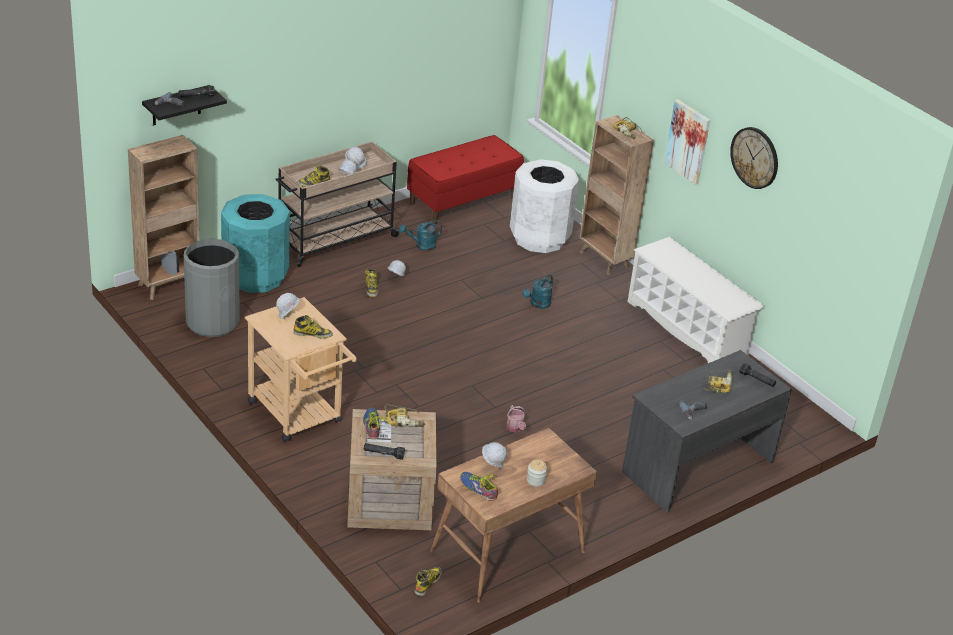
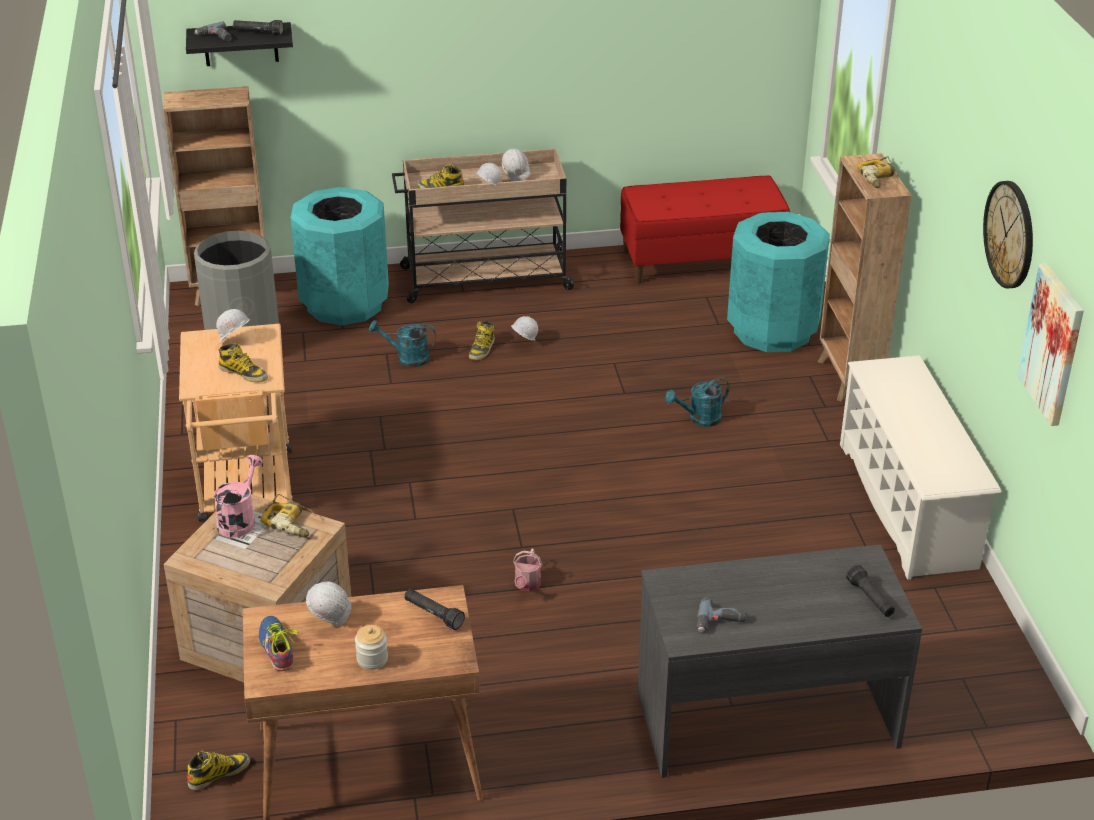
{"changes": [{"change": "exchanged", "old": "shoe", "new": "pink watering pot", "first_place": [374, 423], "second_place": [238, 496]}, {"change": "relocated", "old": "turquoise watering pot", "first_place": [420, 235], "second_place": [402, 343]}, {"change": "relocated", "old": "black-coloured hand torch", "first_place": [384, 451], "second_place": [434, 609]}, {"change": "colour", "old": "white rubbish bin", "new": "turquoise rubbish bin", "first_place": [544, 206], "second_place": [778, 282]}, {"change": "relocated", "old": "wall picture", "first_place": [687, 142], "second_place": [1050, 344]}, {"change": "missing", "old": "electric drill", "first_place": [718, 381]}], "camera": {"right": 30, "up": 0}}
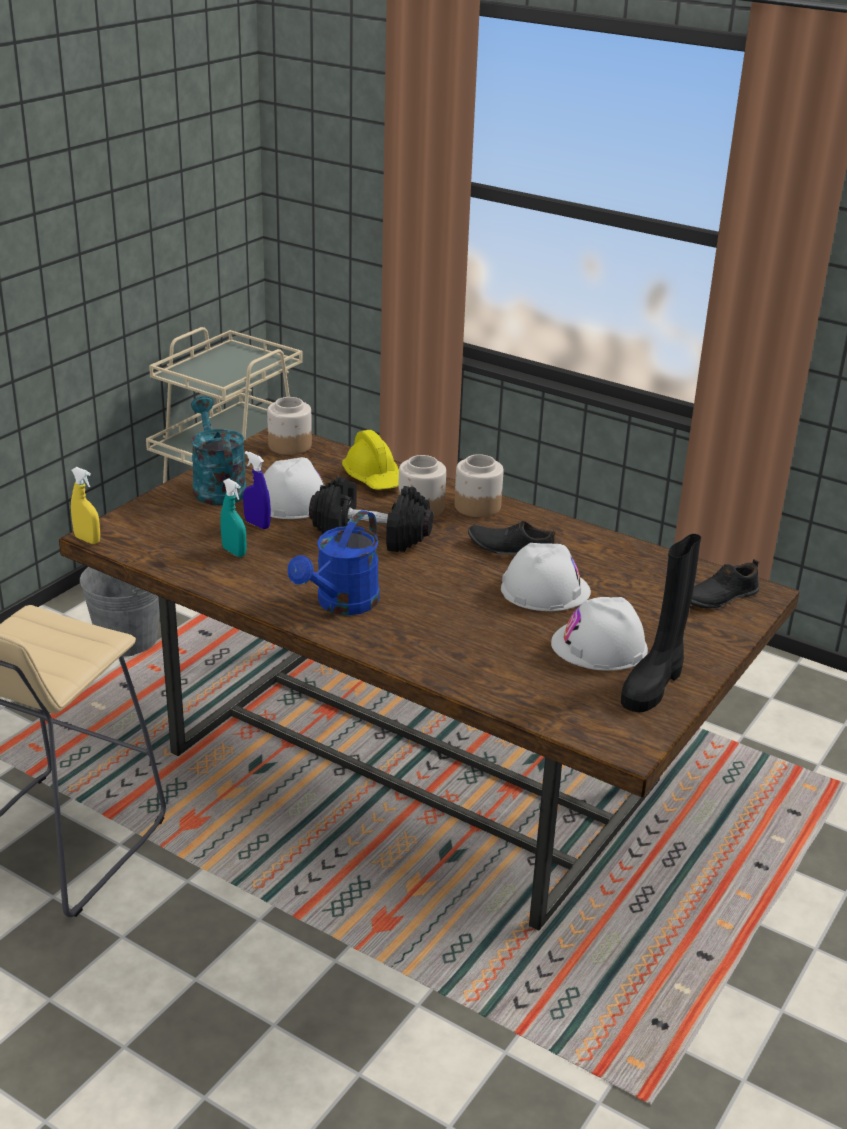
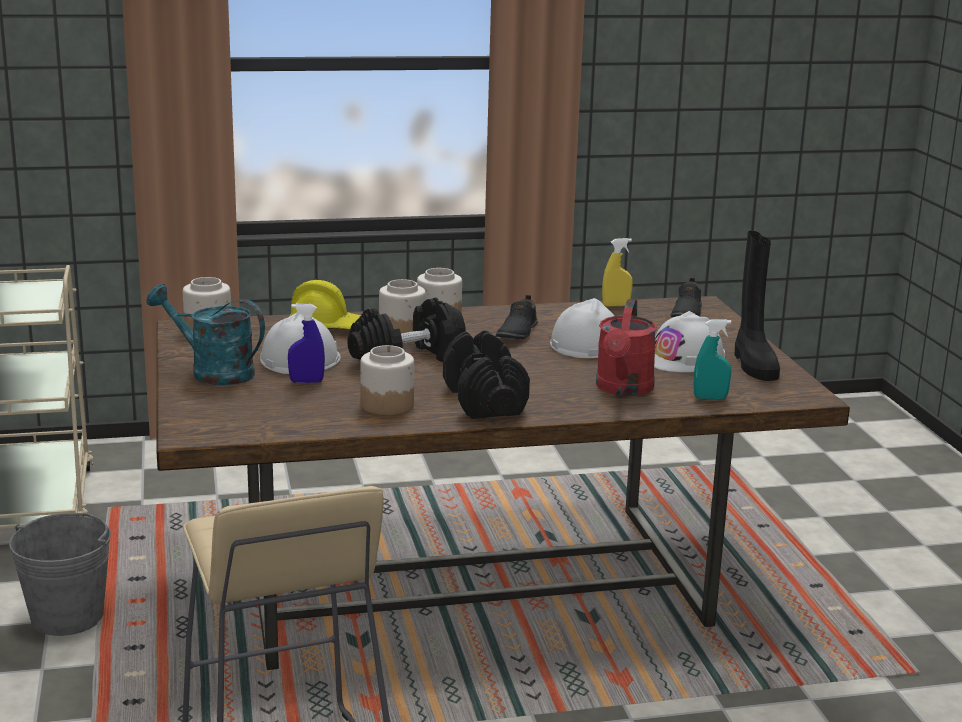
{"changes": [{"change": "appeared", "new": "jar", "second_place": [387, 380]}, {"change": "exchanged", "old": "blue watering pot", "new": "black-coloured hand weight", "first_place": [334, 562], "second_place": [486, 374]}, {"change": "spun", "old": "black-coloured shoe", "first_place": [512, 537], "second_place": [517, 317], "degrees": -45}, {"change": "appeared", "new": "red-coloured watering pot", "second_place": [626, 347]}, {"change": "relocated", "old": "yellow-coloured sprayer", "first_place": [85, 505], "second_place": [617, 272]}, {"change": "relocated", "old": "turquoise sprayer", "first_place": [233, 517], "second_place": [712, 359]}], "camera": {"right": -45, "up": -10}}
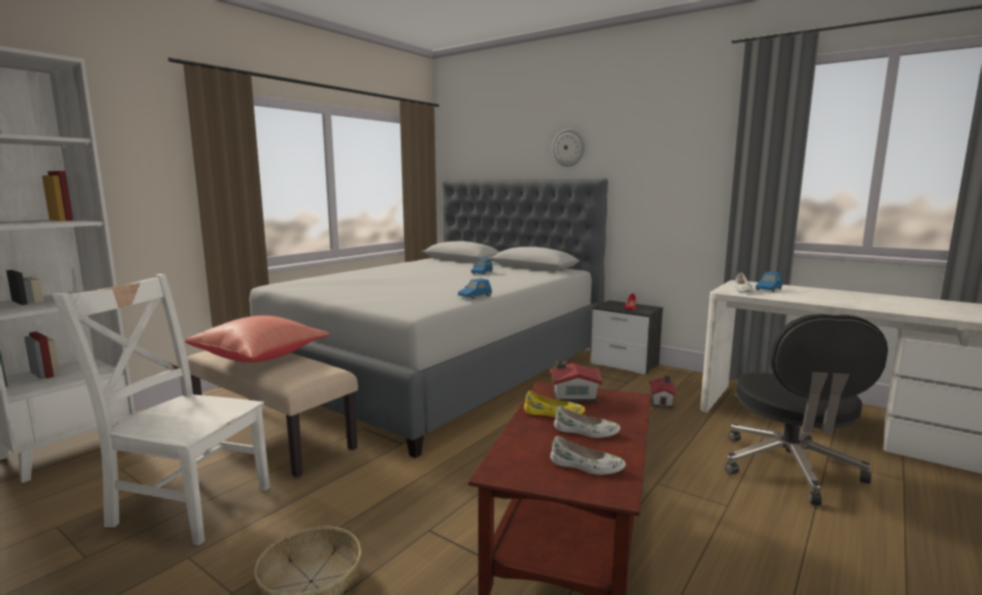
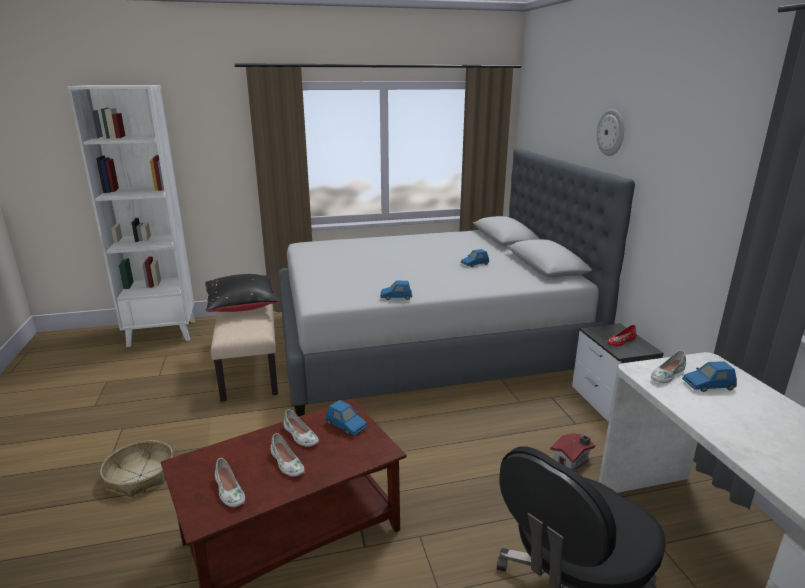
{"changes": [{"change": "colour", "old": "red-coloured pillow", "new": "black-coloured pillow", "first_place": [257, 339], "second_place": [243, 293]}, {"change": "colour", "old": "yellow-coloured shoe", "new": "white shoe", "first_place": [554, 404], "second_place": [301, 428]}, {"change": "exchanged", "old": "toy house", "new": "blue toy car", "first_place": [576, 381], "second_place": [347, 418]}, {"change": "missing", "old": "white upright chair", "first_place": [161, 409]}], "camera": {"right": 40, "up": 10}}
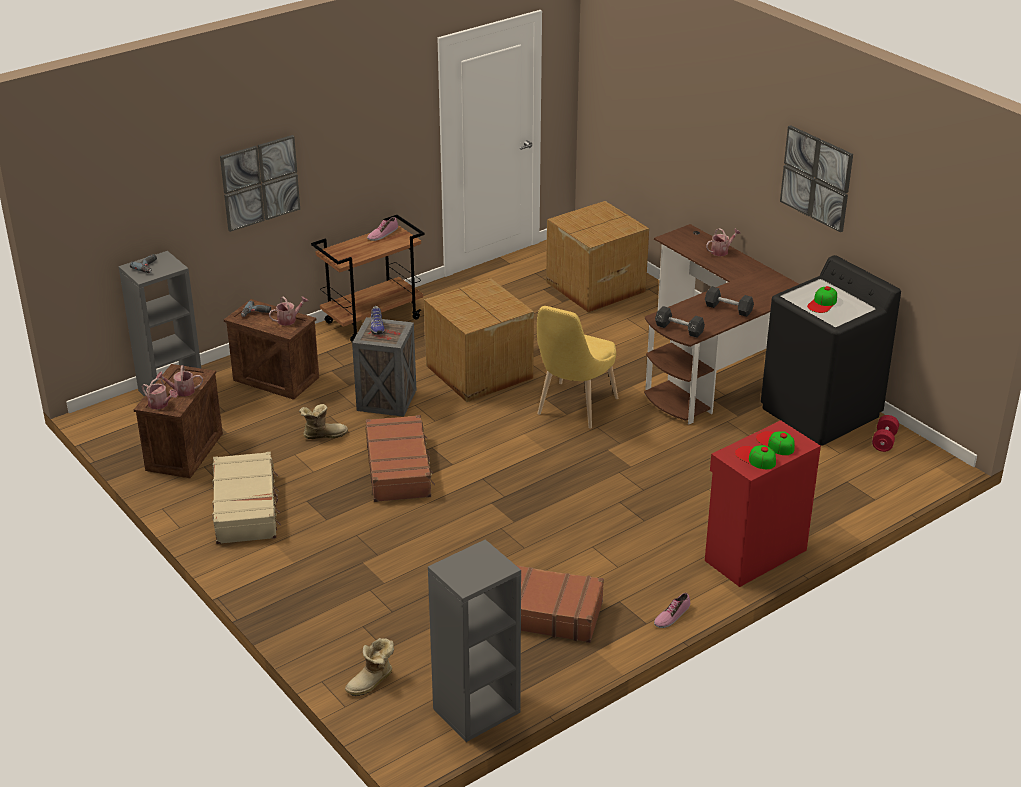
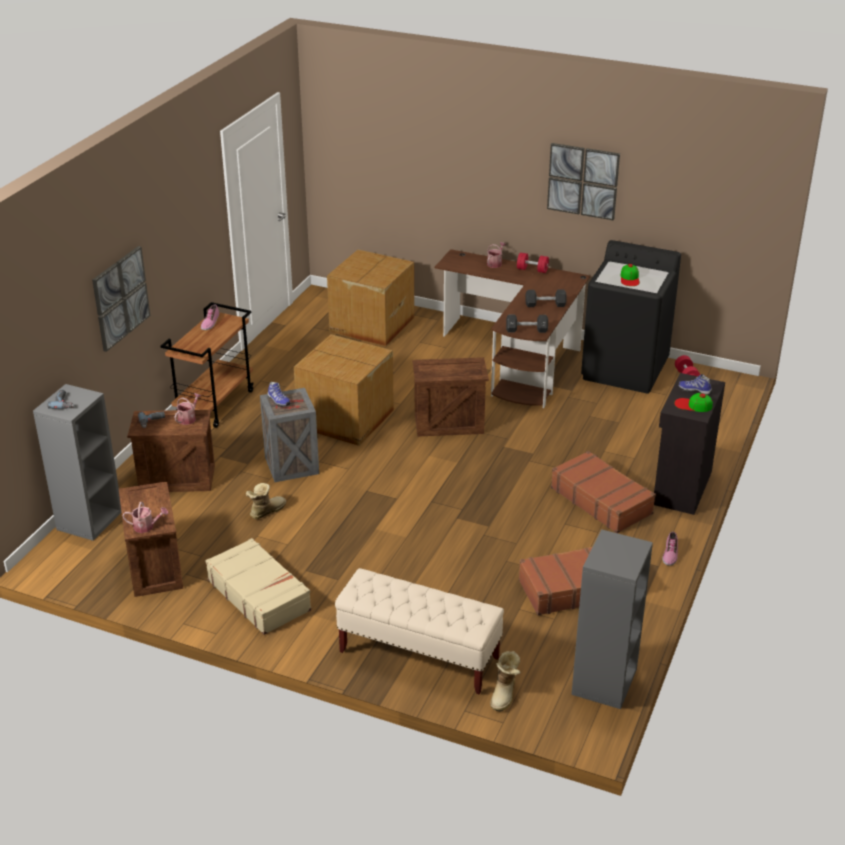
{"changes": [{"change": "appeared", "new": "beige-coloured bench", "second_place": [419, 631]}, {"change": "exchanged", "old": "yellow-coloured upright chair", "new": "shipping crate", "first_place": [577, 367], "second_place": [451, 397]}, {"change": "appeared", "new": "red-coloured hand weight", "second_place": [533, 263]}, {"change": "relocated", "old": "brownish piece of luggage", "first_place": [400, 458], "second_place": [603, 492]}, {"change": "colour", "old": "red-coloured storage cabinet", "new": "black-coloured storage cabinet", "first_place": [763, 503], "second_place": [689, 444]}, {"change": "exchanged", "old": "peaked cap", "new": "shoe", "first_place": [775, 443], "second_place": [695, 384]}, {"change": "missing", "old": "watering pot", "first_place": [179, 381]}], "camera": {"right": -30, "up": 0}}
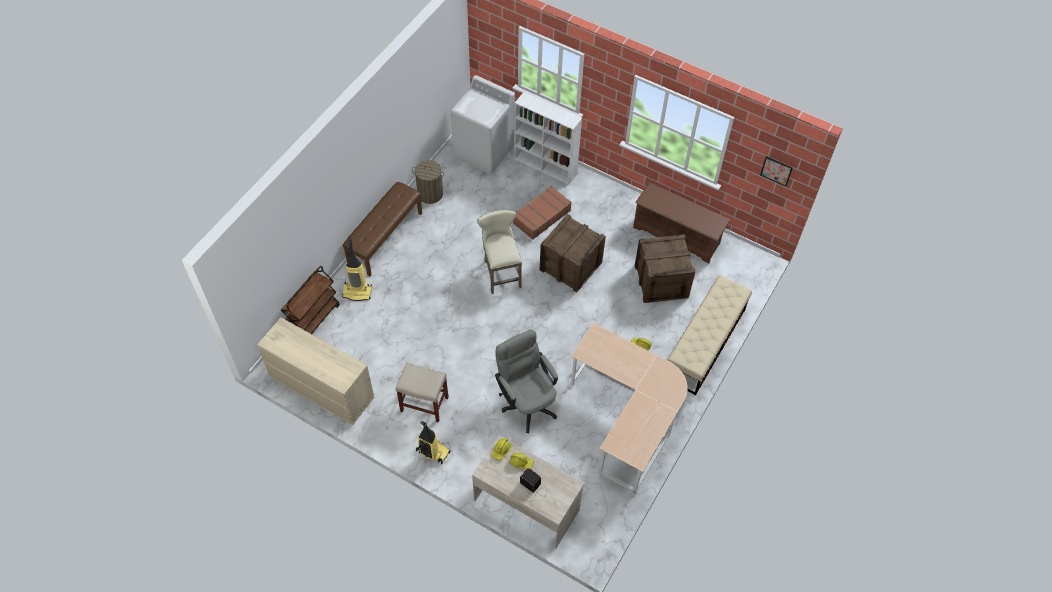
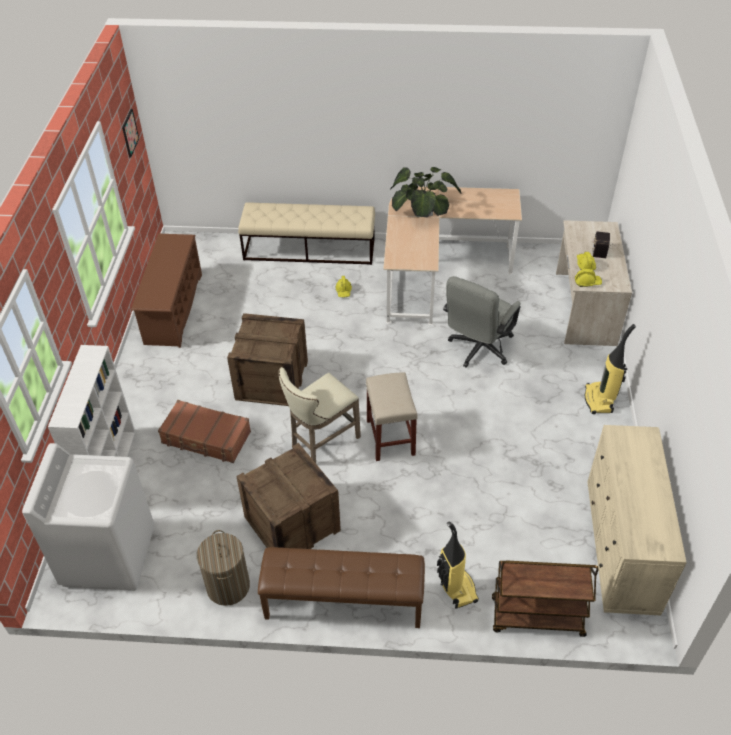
{"changes": [{"change": "relocated", "old": "shipping crate", "first_place": [665, 268], "second_place": [289, 496]}, {"change": "relocated", "old": "beige-coloured stool seat", "first_place": [422, 392], "second_place": [392, 416]}, {"change": "appeared", "new": "houseplant", "second_place": [426, 192]}], "camera": {"right": -115, "up": -10}}
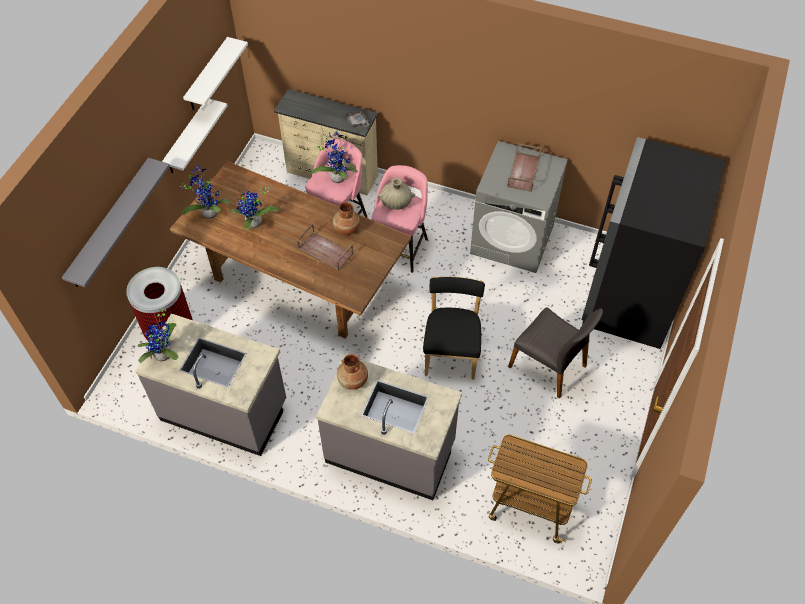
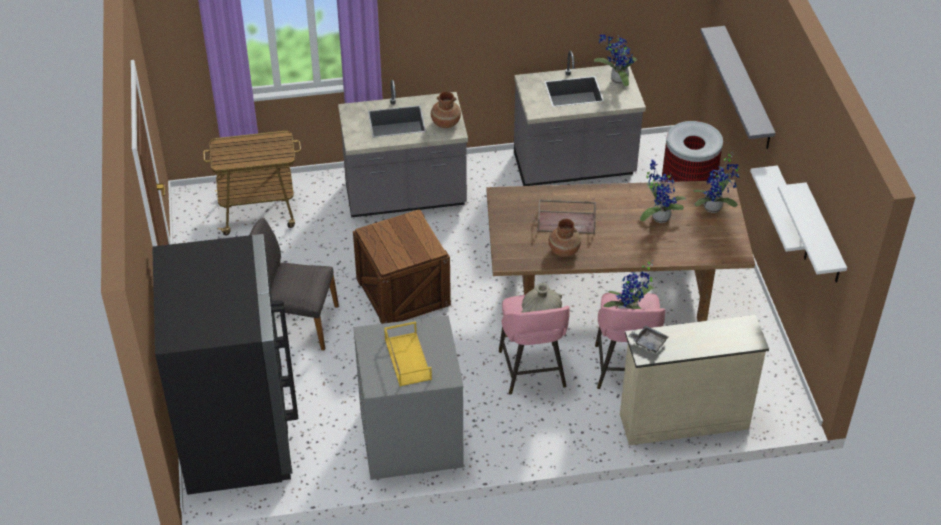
{"changes": [{"change": "exchanged", "old": "black-coloured upright chair", "new": "shipping crate", "first_place": [454, 328], "second_place": [402, 267]}, {"change": "colour", "old": "brownish carrying tray", "new": "yellow-coloured carrying tray", "first_place": [524, 167], "second_place": [408, 354]}], "camera": {"right": 150, "up": -10}}
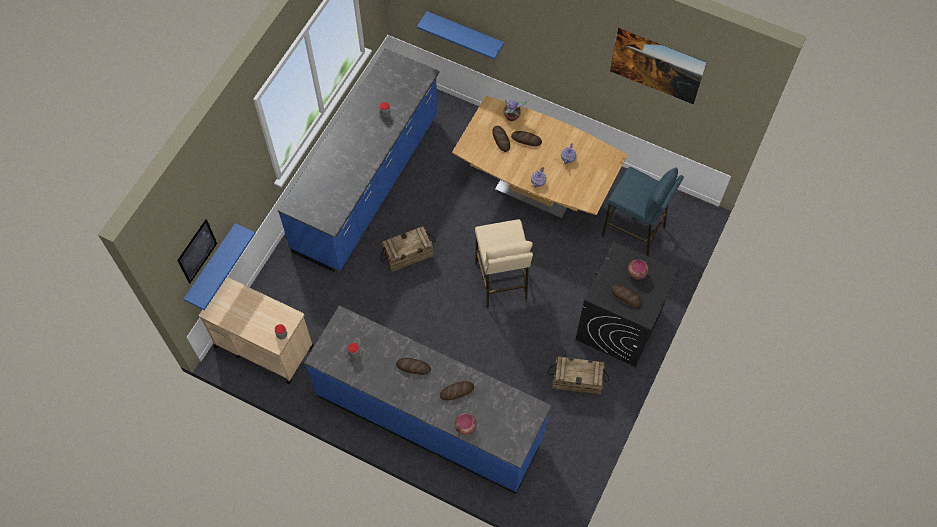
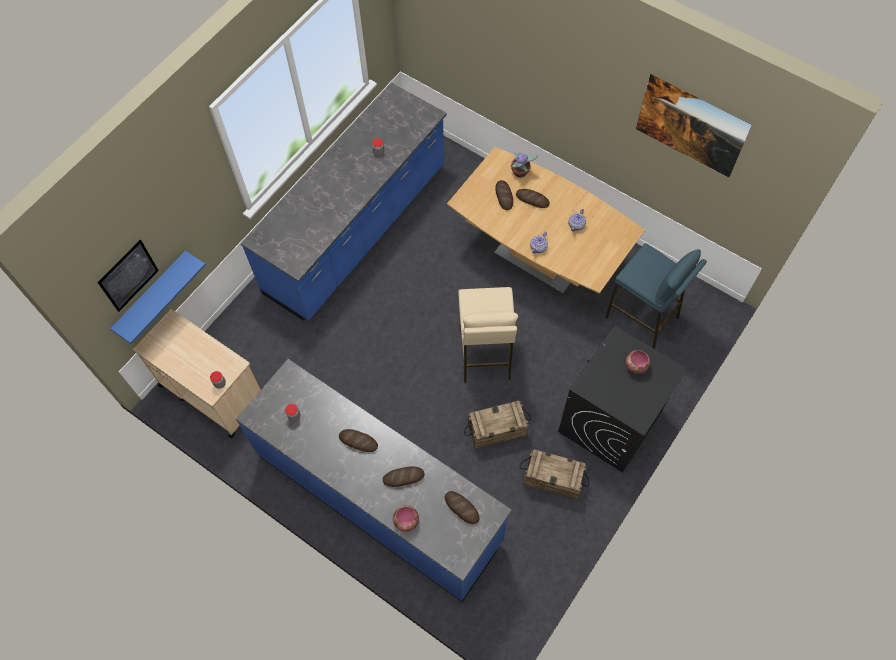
{"changes": [{"change": "relocated", "old": "bakery bread", "first_place": [626, 295], "second_place": [462, 507]}, {"change": "relocated", "old": "shipping crate", "first_place": [407, 249], "second_place": [497, 425]}, {"change": "missing", "old": "blue bracket shelf", "first_place": [460, 35]}], "camera": {"right": 10, "up": 0}}
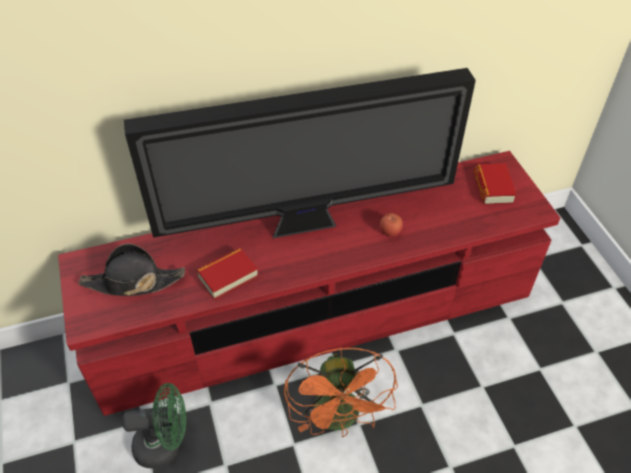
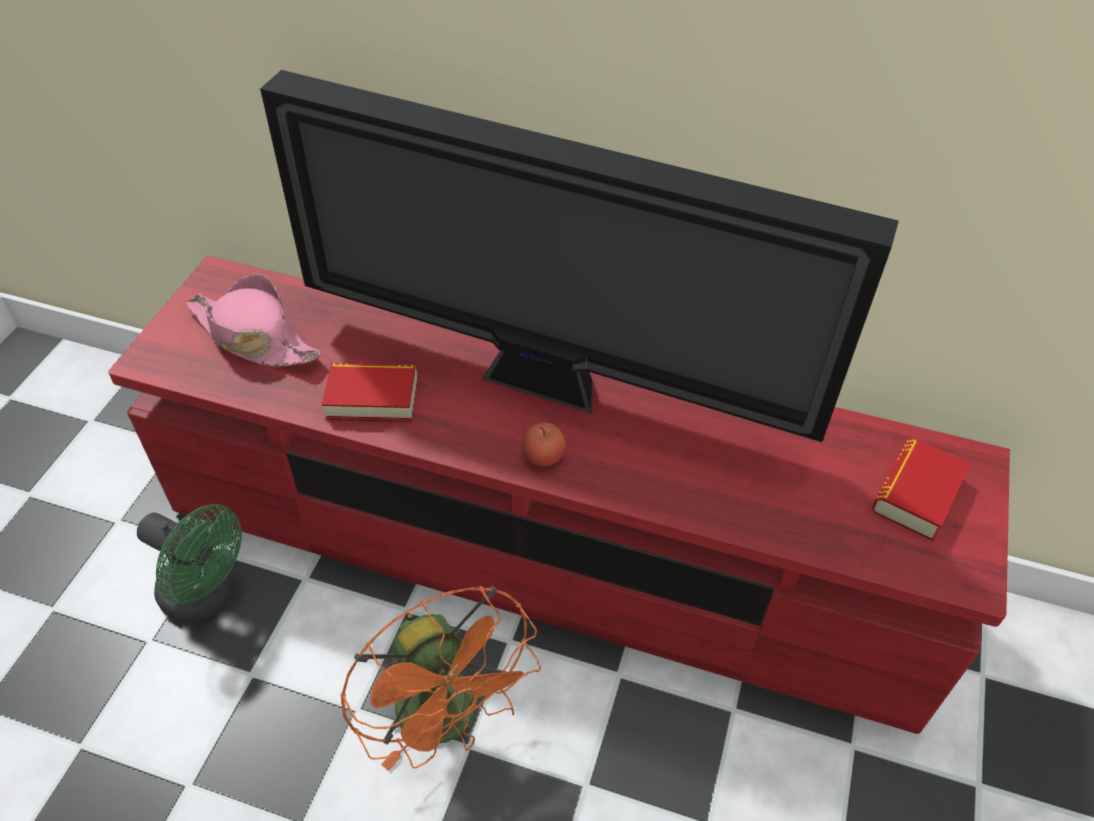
{"changes": [{"change": "colour", "old": "black-coloured wearable hat", "new": "pink wearable hat", "first_place": [132, 270], "second_place": [254, 320]}, {"change": "spun", "old": "orange-coloured electric fan", "first_place": [341, 392], "second_place": [440, 678], "degrees": -60}, {"change": "relocated", "old": "whole apple", "first_place": [391, 224], "second_place": [544, 444]}], "camera": {"right": 35, "up": 0}}
